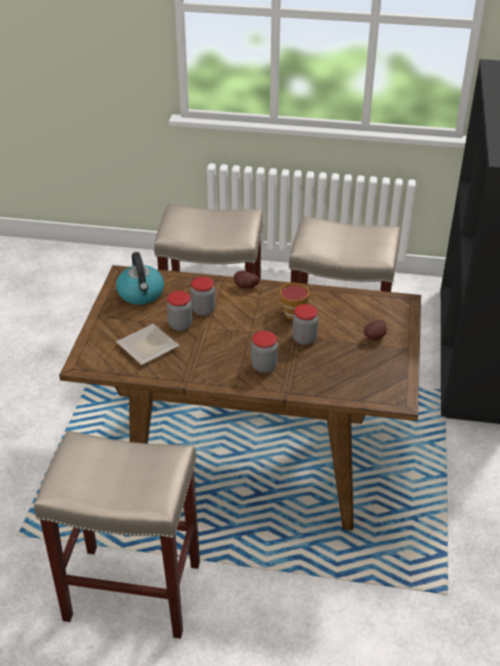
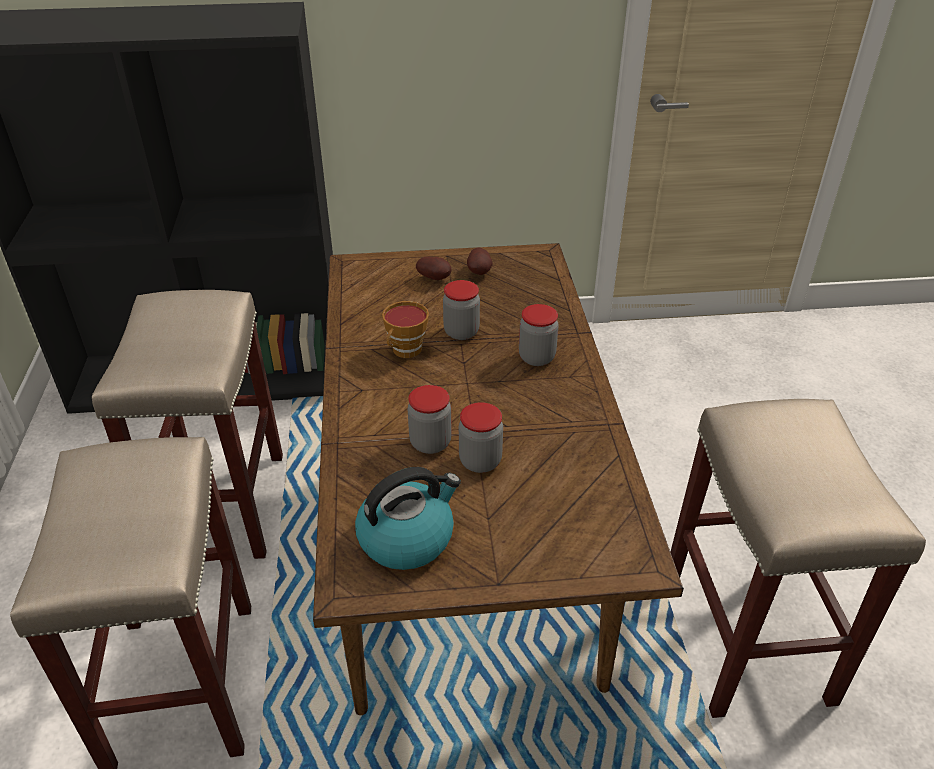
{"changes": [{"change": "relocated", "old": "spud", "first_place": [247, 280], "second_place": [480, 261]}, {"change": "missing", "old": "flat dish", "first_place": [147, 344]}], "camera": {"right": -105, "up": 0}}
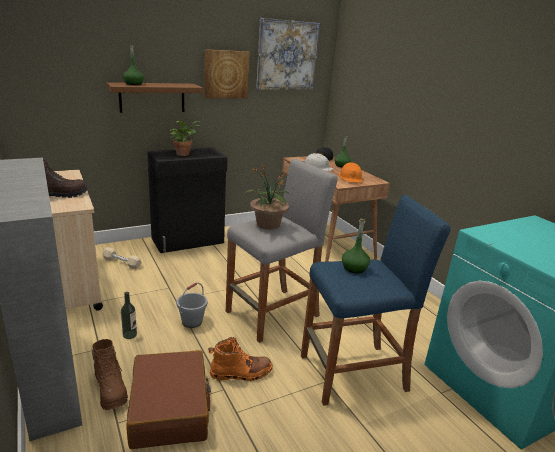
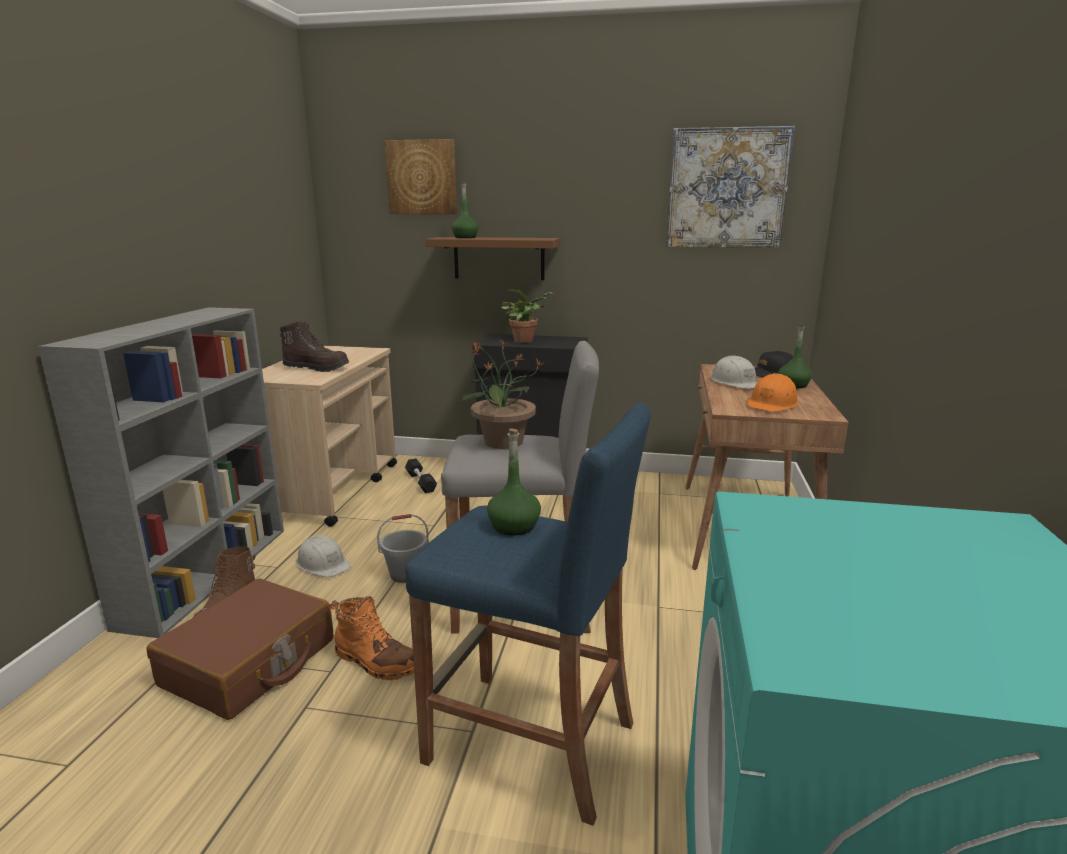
{"changes": [{"change": "exchanged", "old": "bottle", "new": "white safety helmet", "first_place": [129, 315], "second_place": [323, 556]}, {"change": "relocated", "old": "wall picture", "first_place": [226, 73], "second_place": [420, 176]}, {"change": "colour", "old": "beige-coloured hand weight", "new": "black-coloured hand weight", "first_place": [121, 258], "second_place": [421, 475]}], "camera": {"right": 40, "up": -5}}
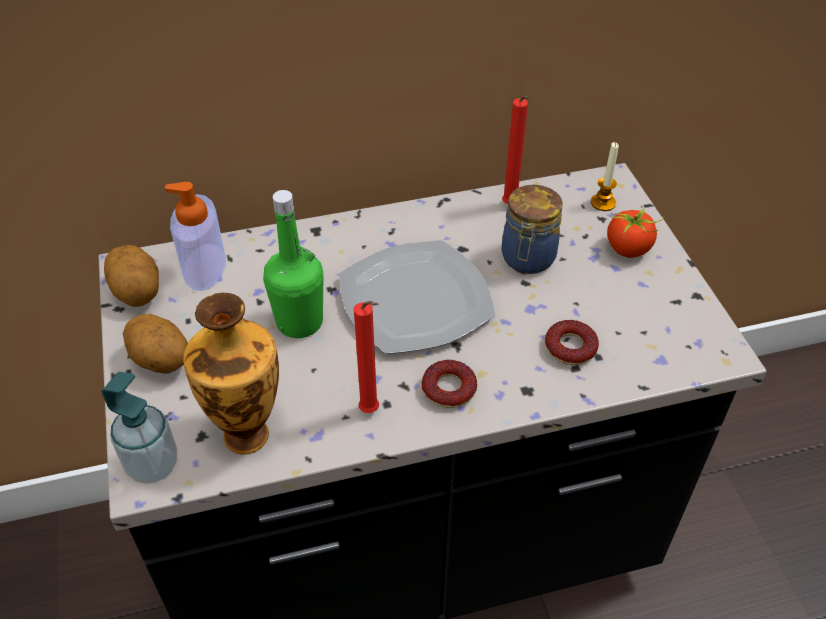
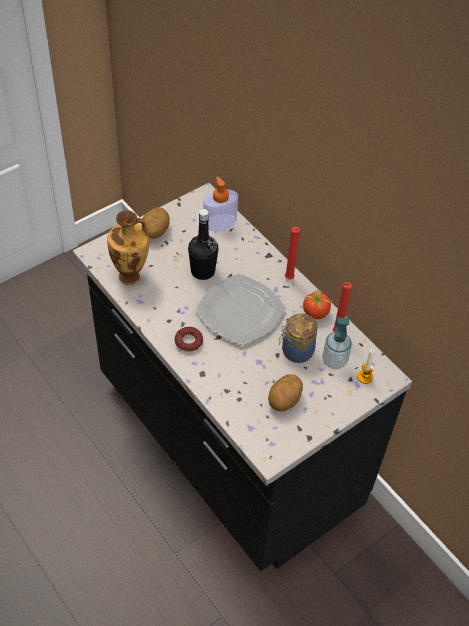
{"changes": [{"change": "colour", "old": "green bottle", "new": "black-coloured bottle", "first_place": [293, 264], "second_place": [203, 244]}, {"change": "relocated", "old": "spud", "first_place": [131, 276], "second_place": [285, 392]}, {"change": "relocated", "old": "red-coloured wax light", "first_place": [366, 357], "second_place": [292, 253]}, {"change": "relocated", "old": "whole tomato", "first_place": [635, 231], "second_place": [318, 304]}, {"change": "relocated", "old": "soap dispenser", "first_place": [139, 428], "second_place": [337, 343]}, {"change": "missing", "old": "ring doughnut", "first_place": [572, 342]}], "camera": {"right": 65, "up": 5}}
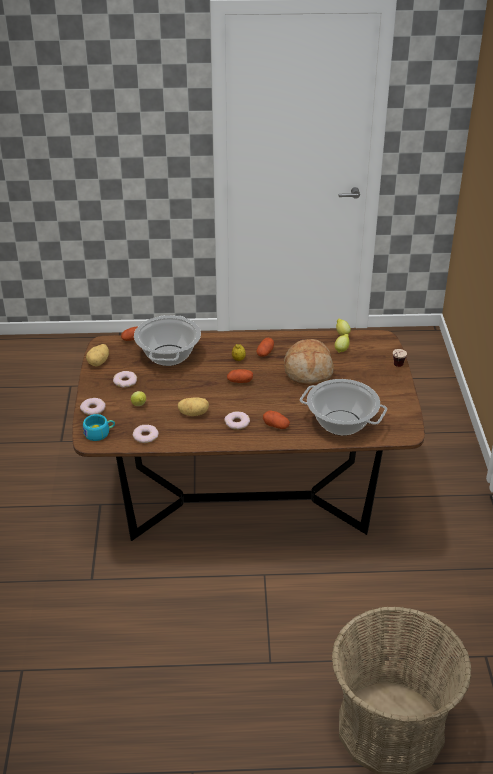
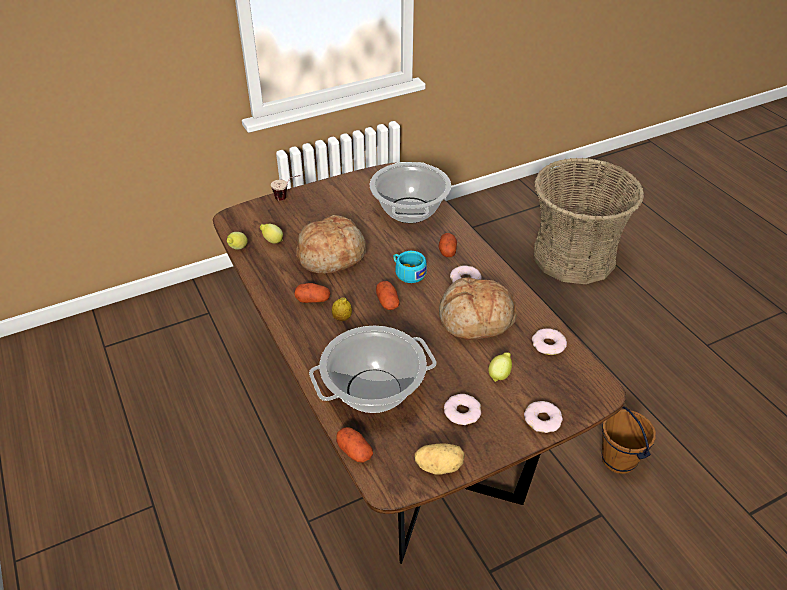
{"changes": [{"change": "relocated", "old": "turquoise drinking cup", "first_place": [99, 427], "second_place": [410, 267]}, {"change": "exchanged", "old": "spud", "new": "bakery bread", "first_place": [193, 406], "second_place": [478, 308]}, {"change": "appeared", "new": "brownish bucket", "second_place": [629, 440]}], "camera": {"right": -115, "up": 5}}
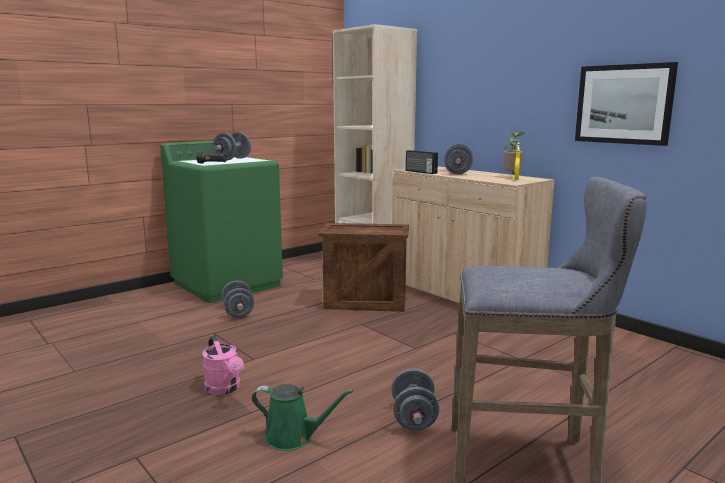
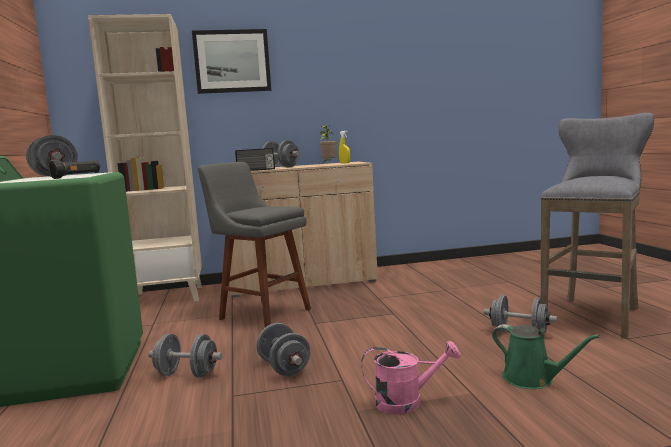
{"changes": [{"change": "relocated", "old": "wall picture", "first_place": [626, 104], "second_place": [231, 61]}, {"change": "exchanged", "old": "shipping crate", "new": "gray stool seat", "first_place": [364, 267], "second_place": [254, 244]}, {"change": "appeared", "new": "gray hand weight", "second_place": [283, 349]}, {"change": "spun", "old": "green watering pot", "first_place": [303, 417], "second_place": [546, 356], "degrees": 90}], "camera": {"right": -60, "up": -5}}
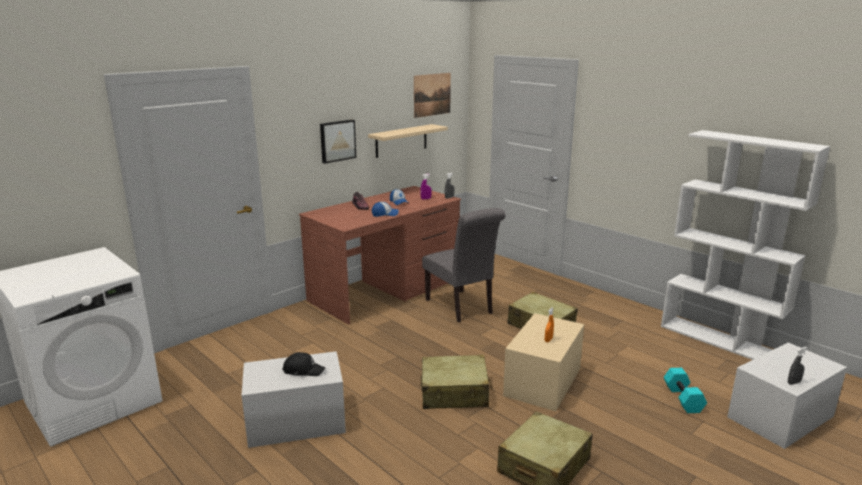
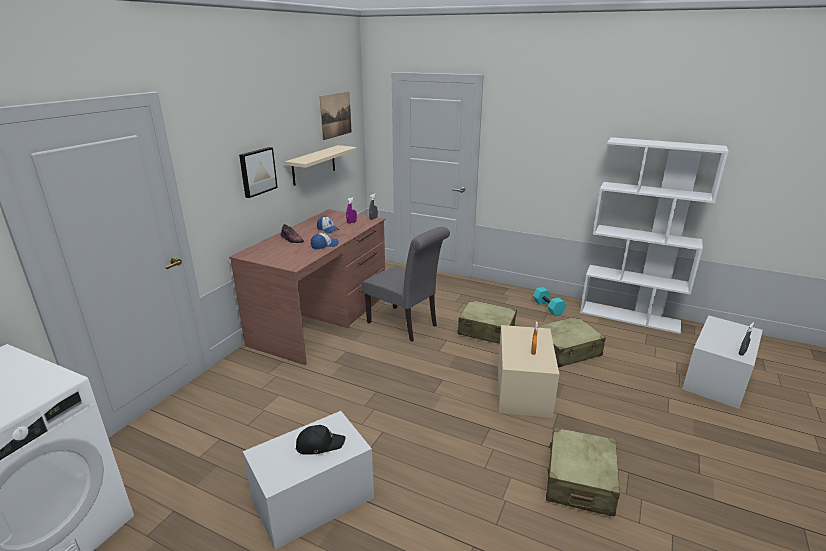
{"changes": [{"change": "relocated", "old": "turquoise hand weight", "first_place": [685, 390], "second_place": [549, 301]}, {"change": "relocated", "old": "beige-coloured piece of luggage", "first_place": [457, 382], "second_place": [572, 342]}], "camera": {"right": -20, "up": 5}}
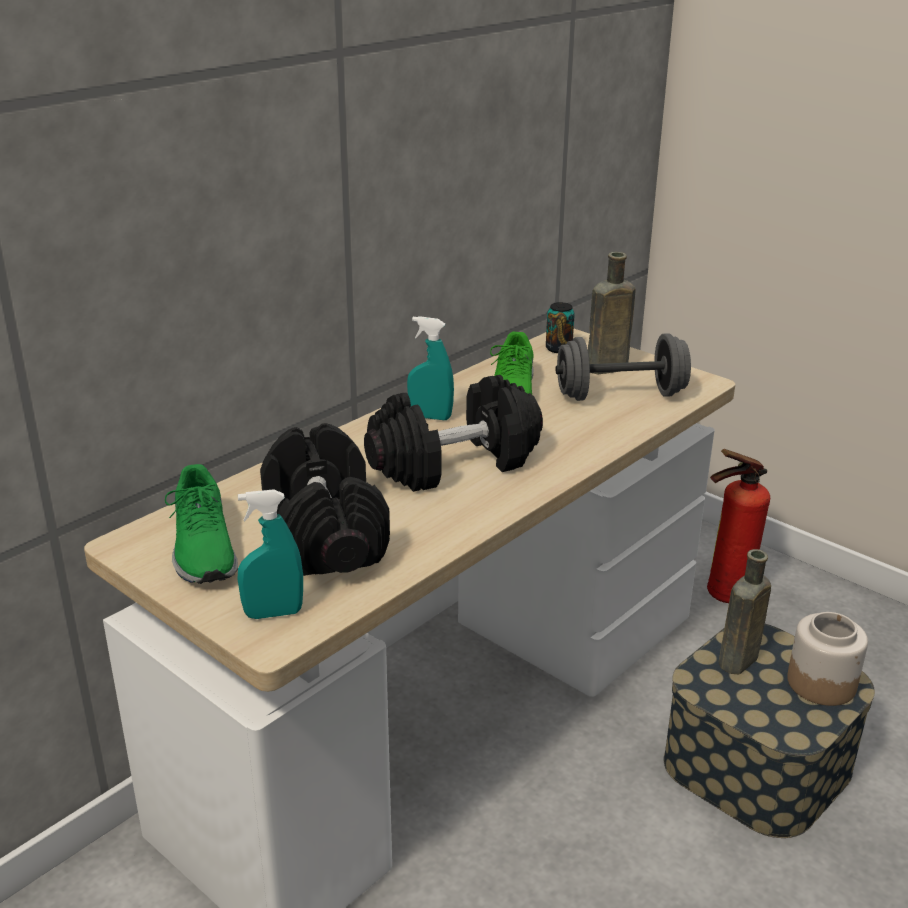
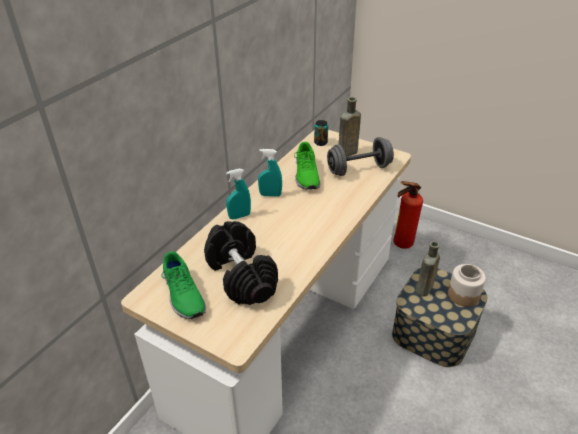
{"changes": [{"change": "relocated", "old": "turquoise sprayer", "first_place": [270, 554], "second_place": [238, 194]}, {"change": "missing", "old": "black-coloured hand weight", "first_place": [453, 433]}], "camera": {"right": -10, "up": 10}}
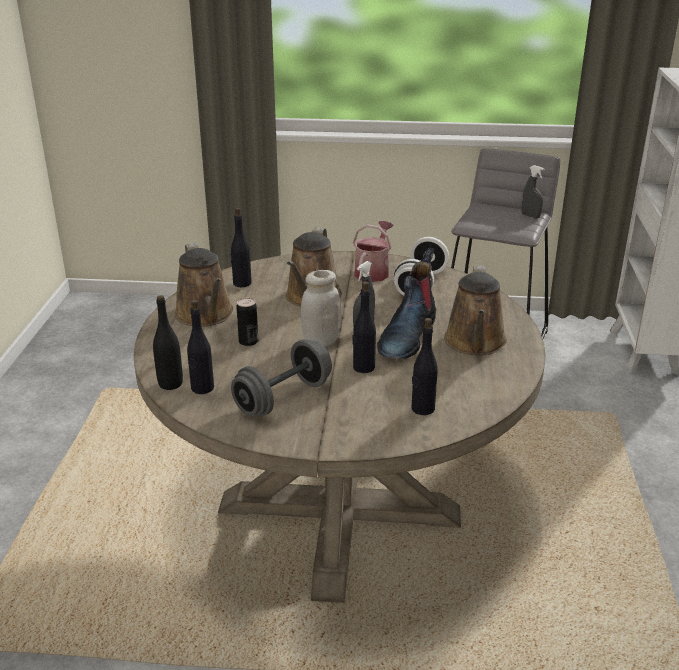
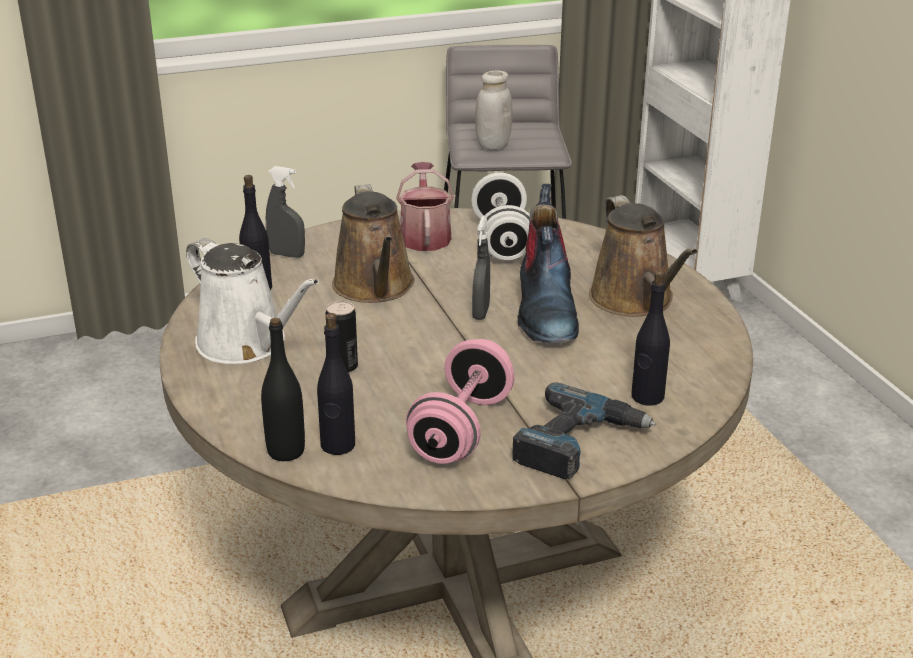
{"changes": [{"change": "colour", "old": "brownish watering pot", "new": "white watering pot", "first_place": [204, 285], "second_place": [252, 301]}, {"change": "relocated", "old": "gray sprayer", "first_place": [533, 191], "second_place": [285, 212]}, {"change": "colour", "old": "gray hand weight", "new": "pink hand weight", "first_place": [281, 377], "second_place": [460, 401]}, {"change": "relocated", "old": "white jar", "first_place": [321, 308], "second_place": [494, 110]}, {"change": "appeared", "new": "electric drill", "second_place": [584, 431]}, {"change": "missing", "old": "black-coloured bottle", "first_place": [364, 327]}], "camera": {"right": -25, "up": 0}}
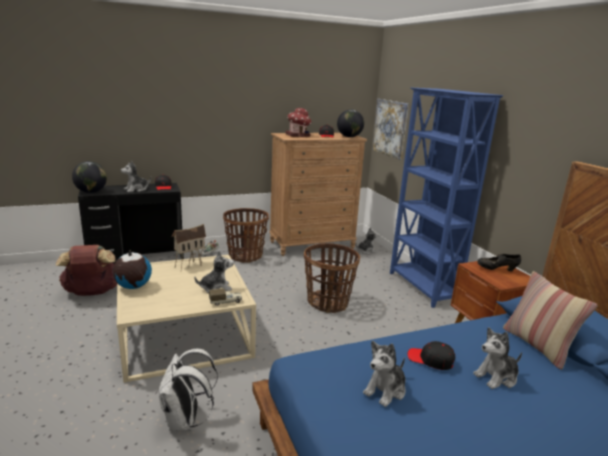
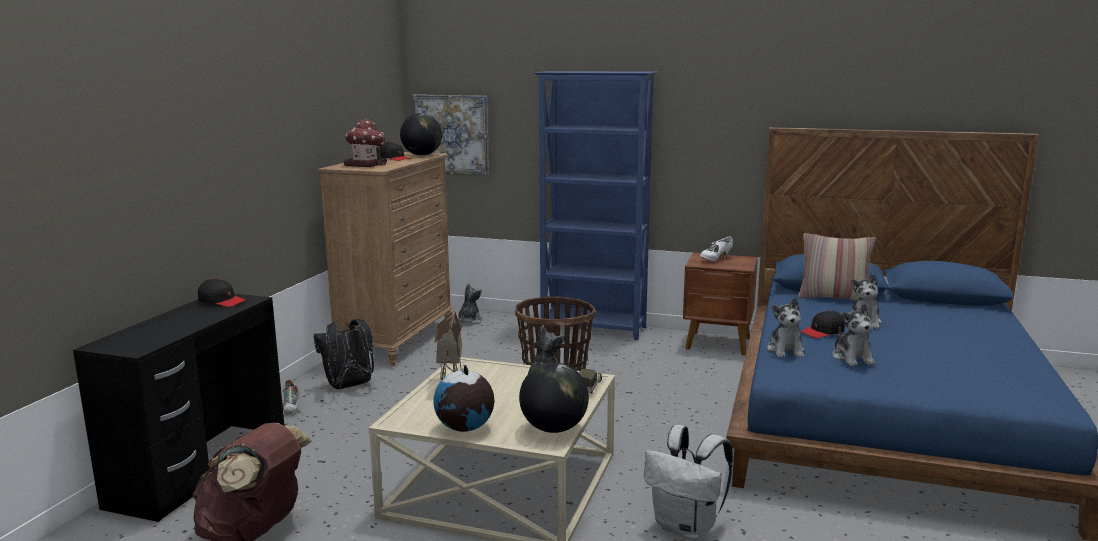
{"changes": [{"change": "exchanged", "old": "storage basket", "new": "black-coloured backpack", "first_place": [246, 235], "second_place": [343, 354]}, {"change": "relocated", "old": "world globe", "first_place": [89, 177], "second_place": [554, 397]}, {"change": "colour", "old": "black-coloured shoe", "new": "white shoe", "first_place": [499, 263], "second_place": [716, 249]}, {"change": "relocated", "old": "plush toy", "first_place": [136, 176], "second_place": [785, 328]}], "camera": {"right": -50, "up": -5}}
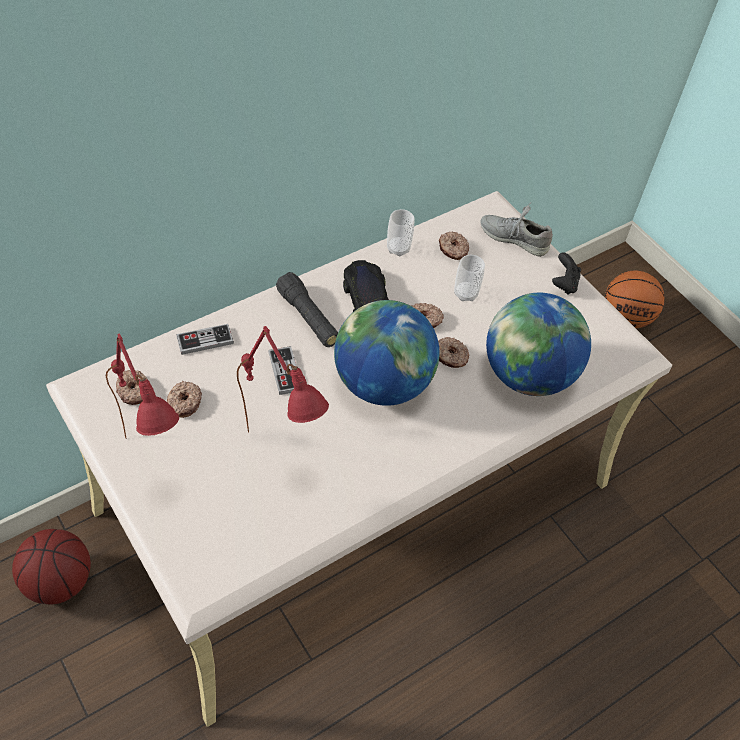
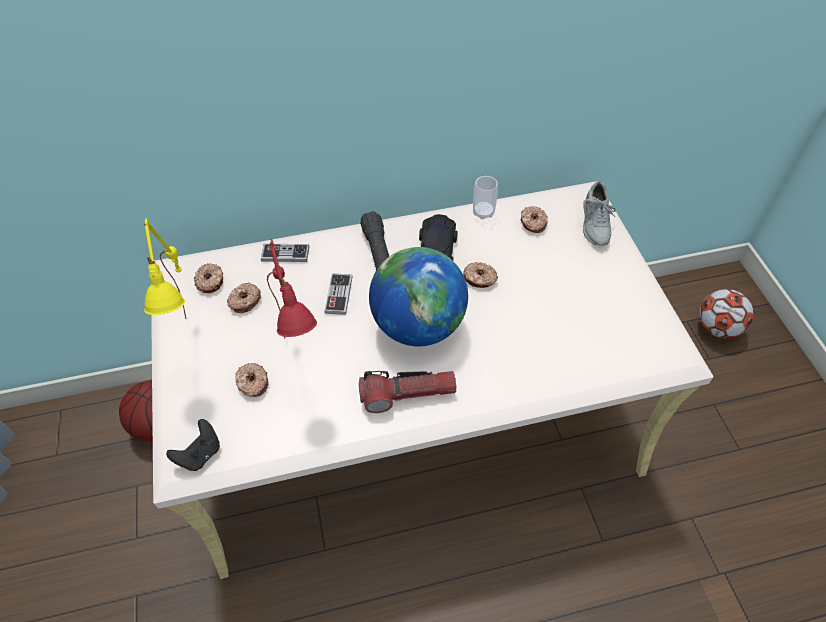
{"changes": [{"change": "colour", "old": "red-coloured lamp for a table", "new": "yellow-coloured lamp for a table", "first_place": [142, 386], "second_place": [165, 268]}, {"change": "relocated", "old": "black-coloured game controller", "first_place": [566, 273], "second_place": [193, 445]}, {"change": "relocated", "old": "ring doughnut", "first_place": [454, 352], "second_place": [252, 380]}, {"change": "appeared", "new": "hand torch", "second_place": [407, 392]}, {"change": "spun", "old": "gray shoe", "first_place": [516, 230], "second_place": [599, 213], "degrees": -135}, {"change": "exchanged", "old": "basketball", "new": "football", "first_place": [634, 299], "second_place": [726, 314]}, {"change": "missing", "old": "drinking cup", "first_place": [469, 278]}, {"change": "missing", "old": "world globe", "first_place": [538, 344]}], "camera": {"right": 25, "up": 0}}
